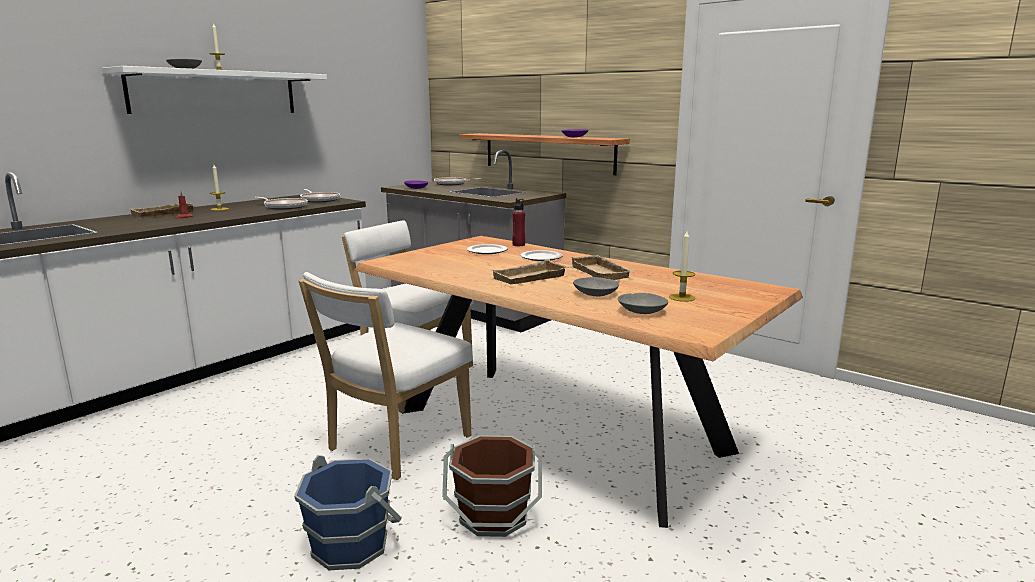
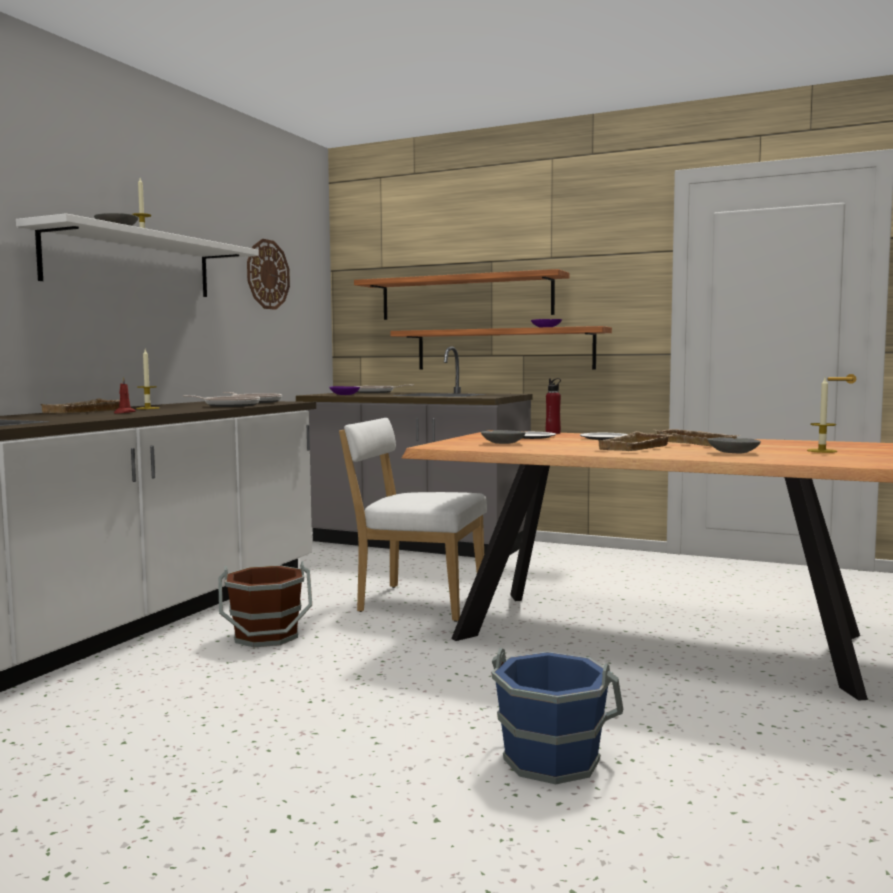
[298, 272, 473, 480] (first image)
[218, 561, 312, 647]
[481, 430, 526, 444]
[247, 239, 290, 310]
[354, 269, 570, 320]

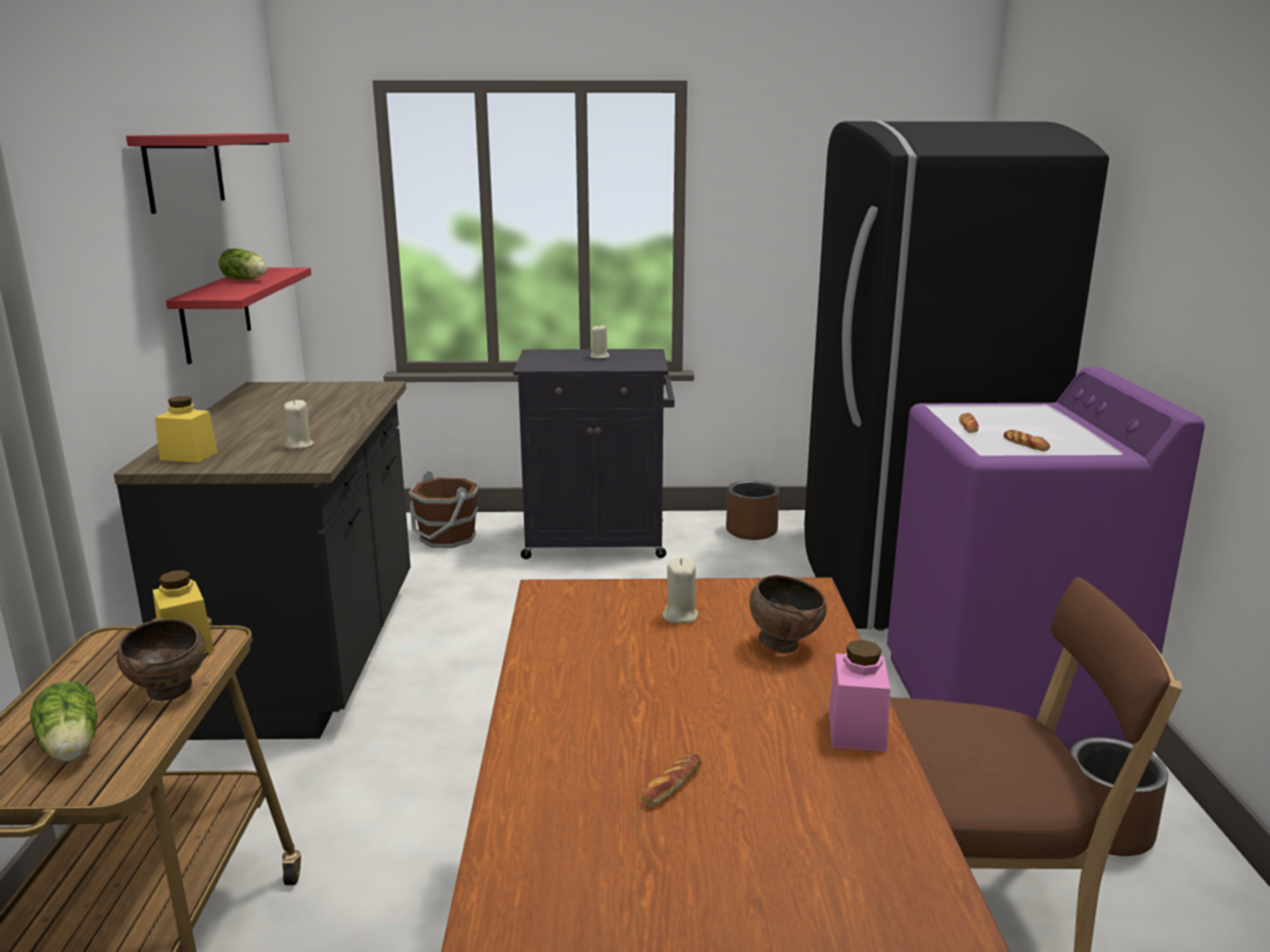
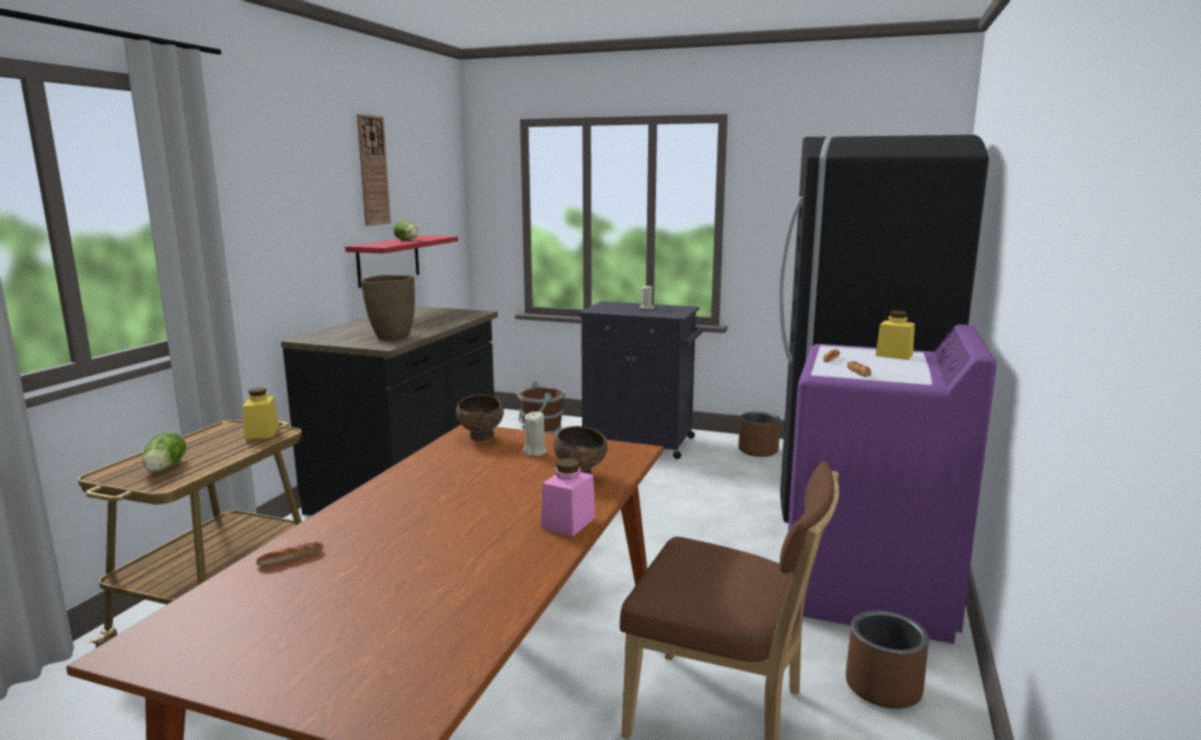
[456, 394, 504, 441]
[357, 114, 391, 226]
[876, 311, 915, 360]
[361, 275, 415, 340]
[256, 542, 323, 566]

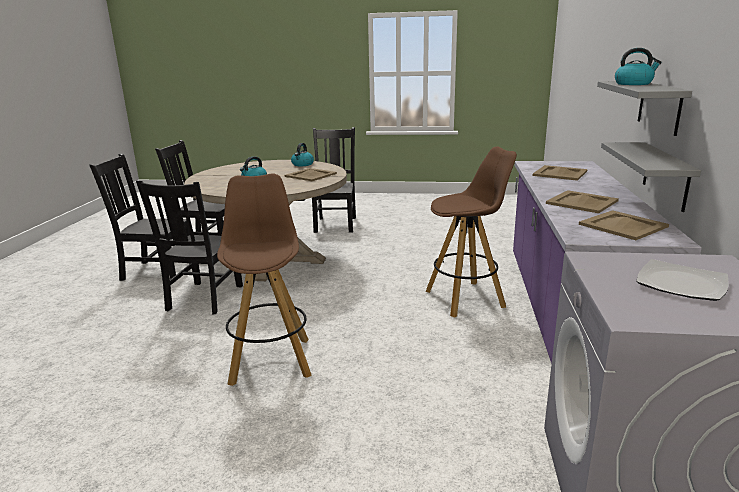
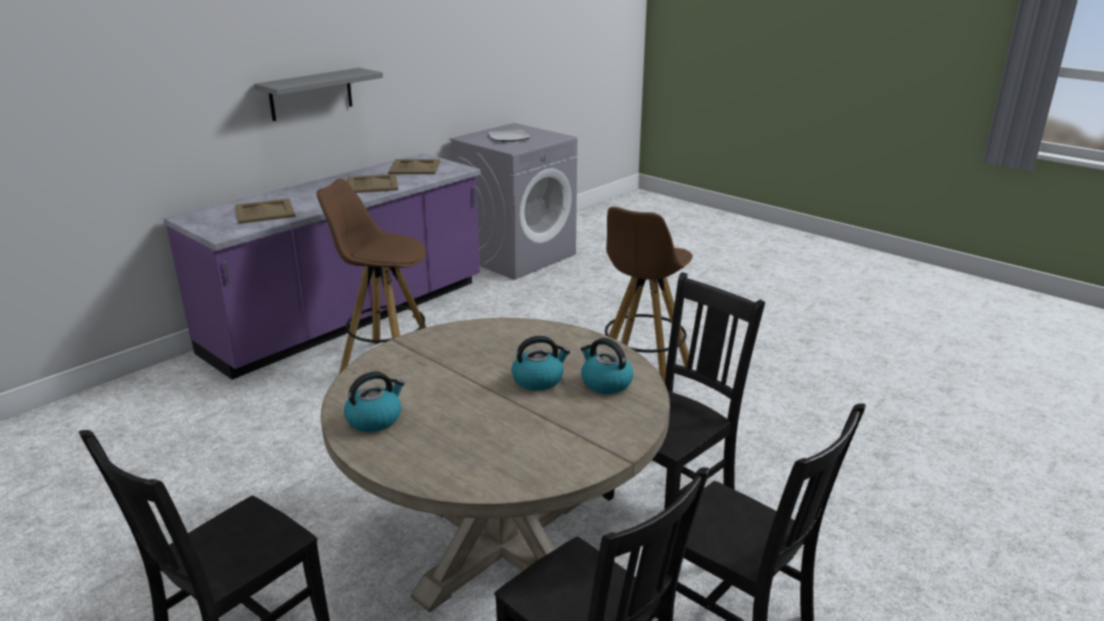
[284, 168, 337, 181] (first image)
[601, 142, 701, 212] (first image)
[581, 338, 633, 394]

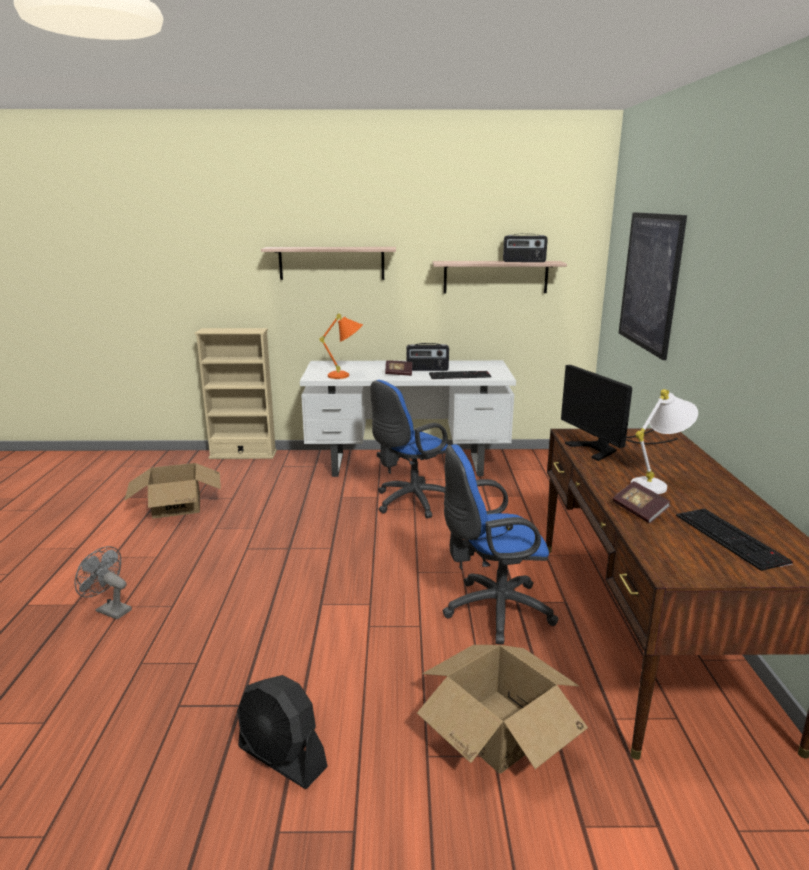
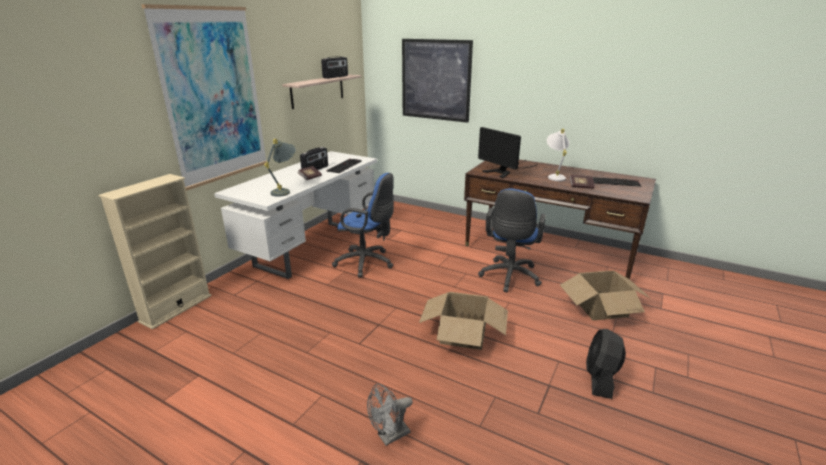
[419, 292, 508, 350]
[586, 329, 626, 399]
[141, 4, 266, 191]
[264, 139, 296, 197]
[332, 173, 394, 278]
[478, 127, 538, 178]

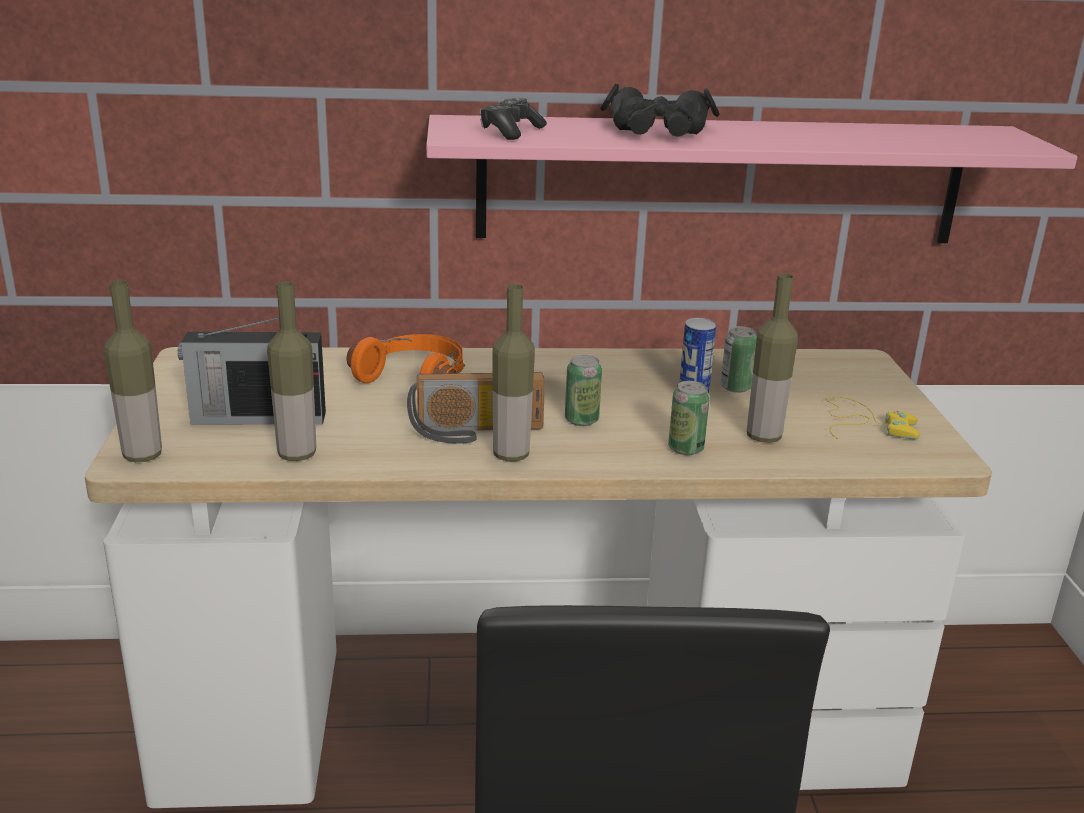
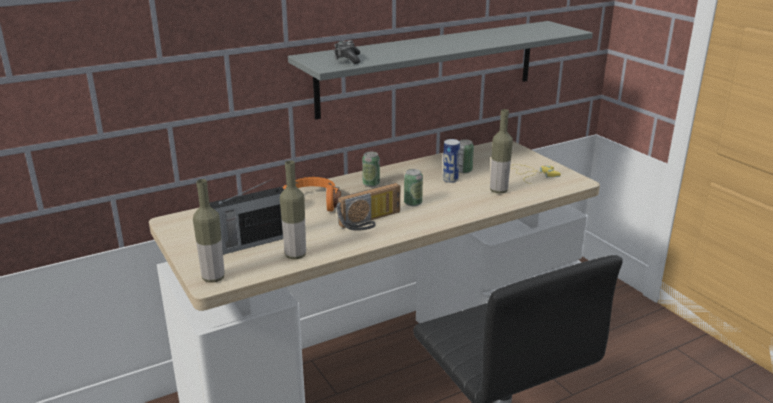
[288, 21, 593, 119]
[493, 284, 535, 461] (first image)
[600, 83, 720, 137] (first image)
[362, 152, 380, 187]

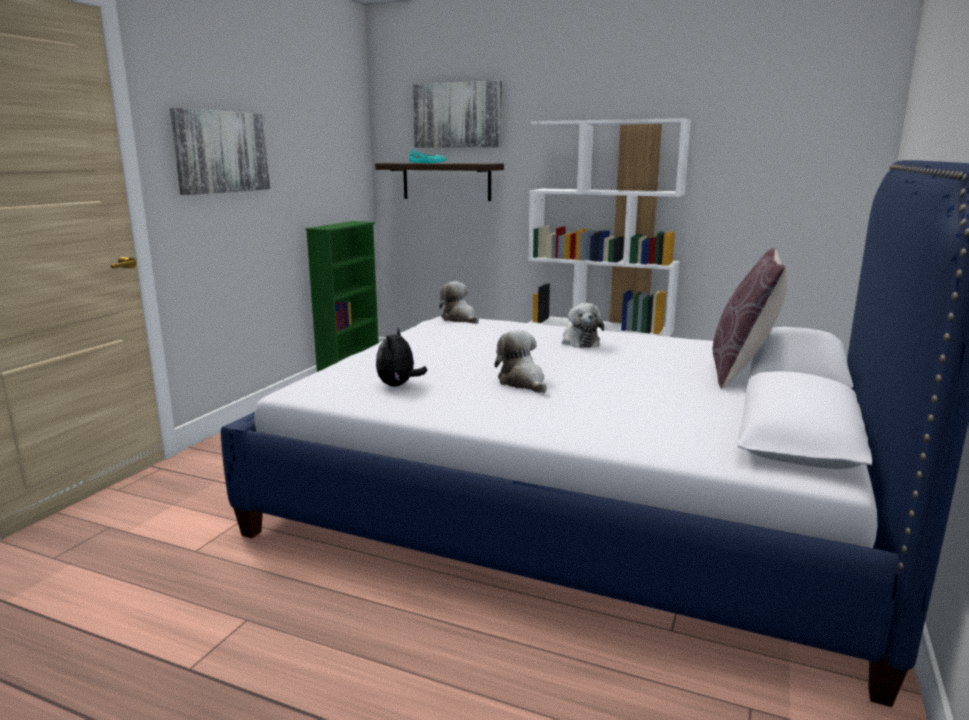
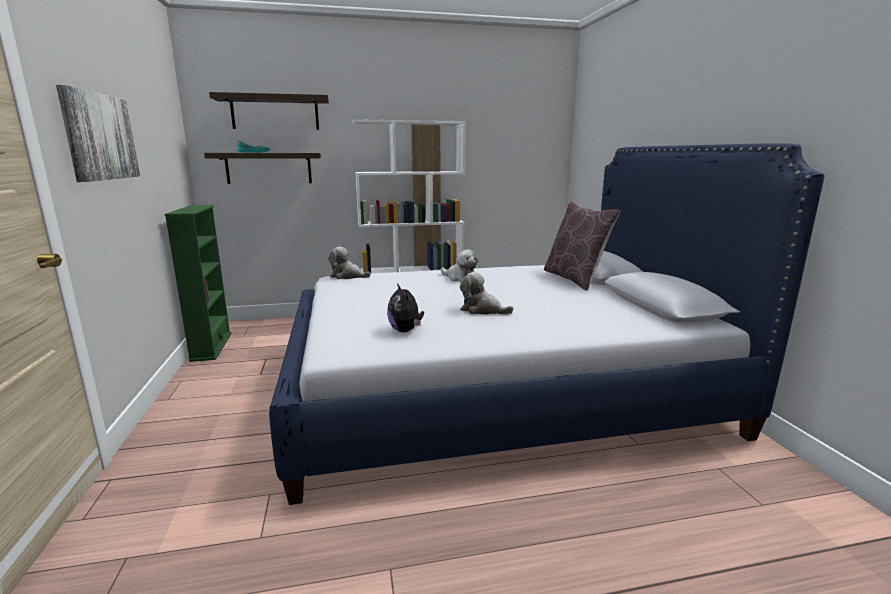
[209, 92, 329, 130]

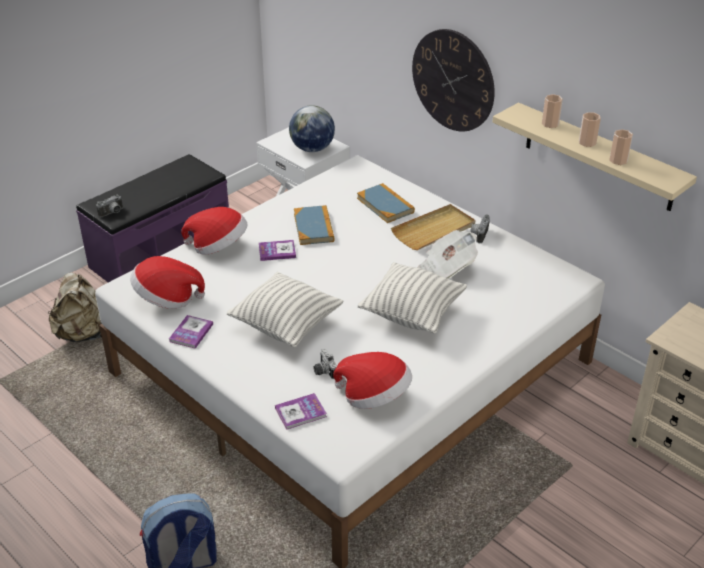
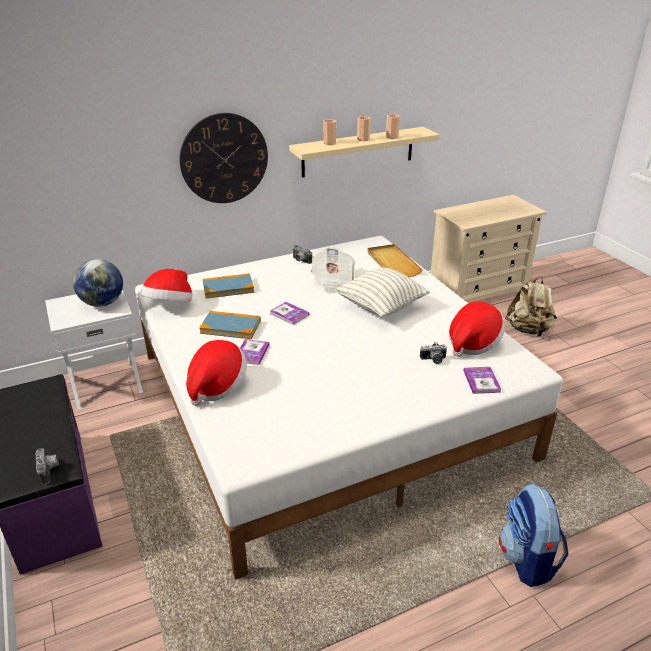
[505, 276, 557, 337]
[141, 269, 192, 301]
[270, 302, 309, 325]
[227, 272, 343, 347] (first image)
[367, 244, 423, 277]

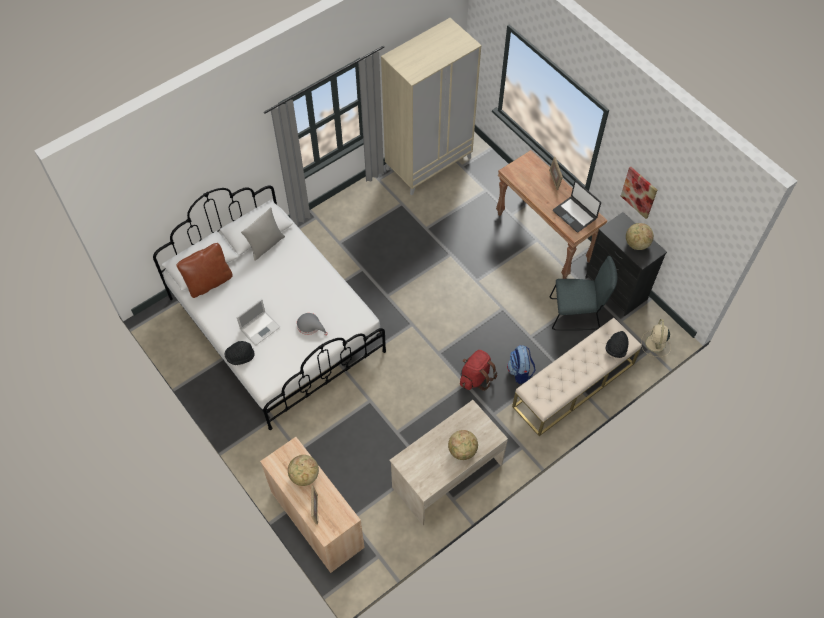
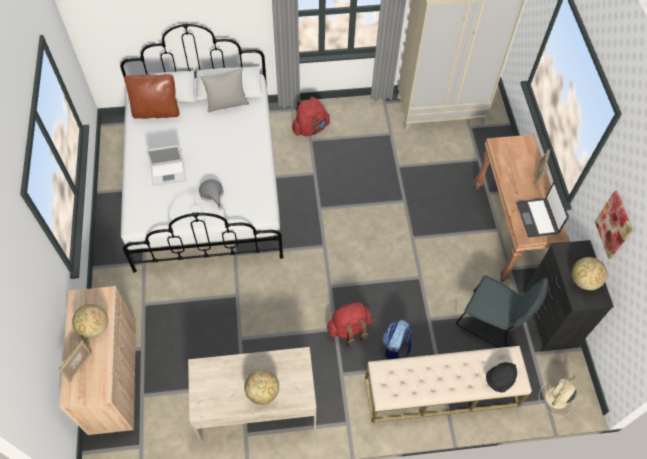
[224, 341, 255, 365] (first image)
[292, 96, 330, 136]

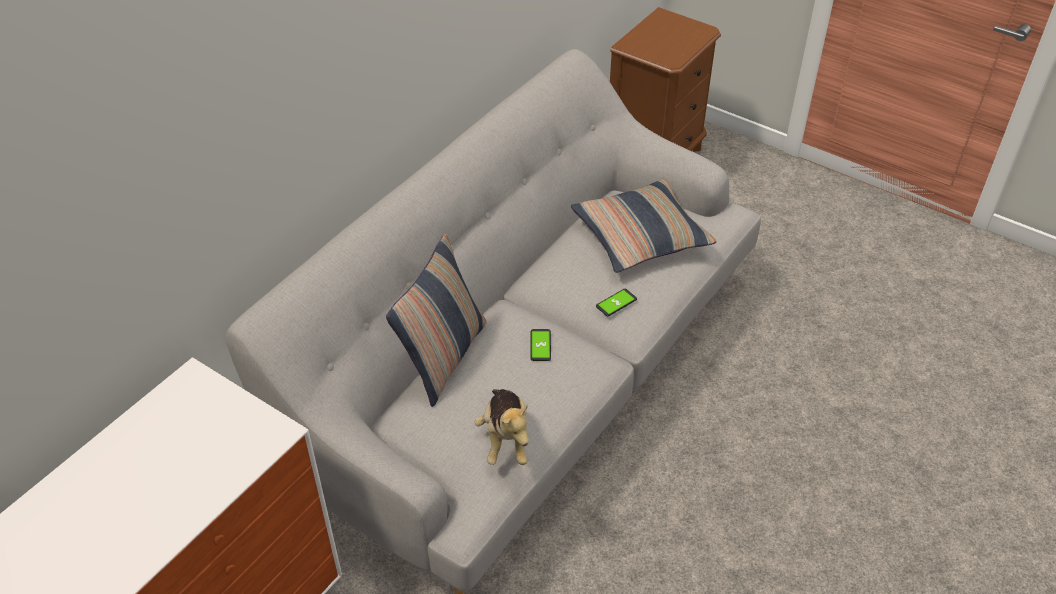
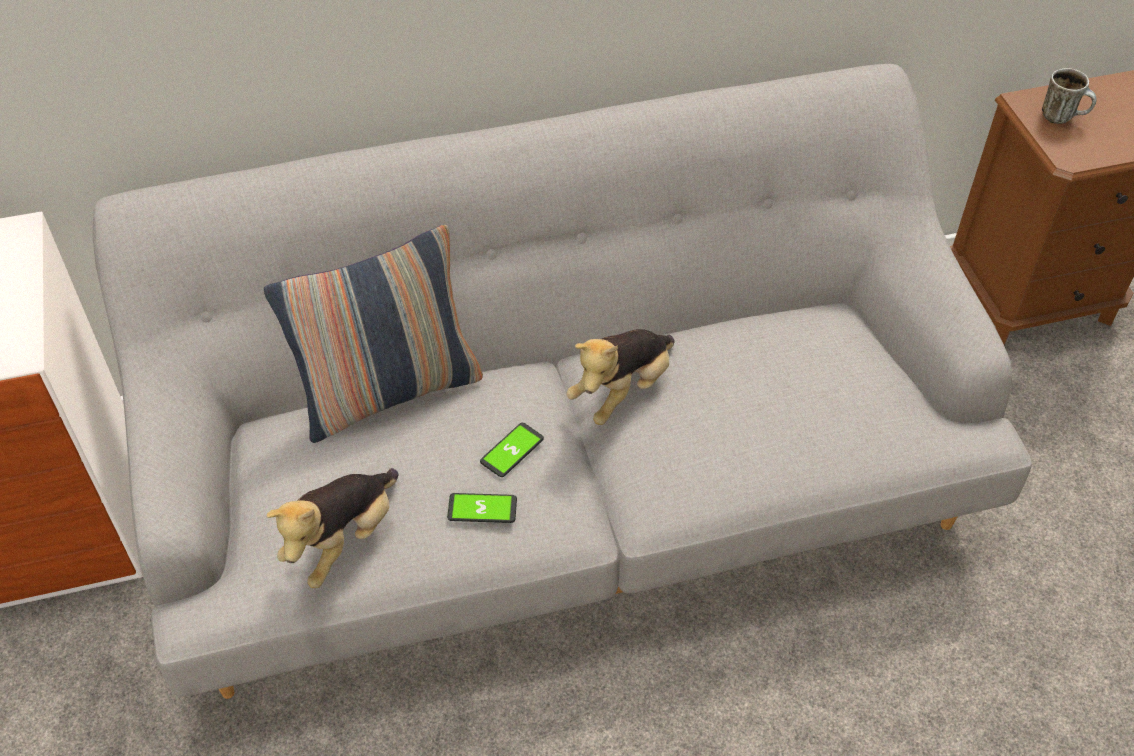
[571, 179, 716, 273] (first image)
[447, 493, 517, 523]
[566, 329, 675, 425]
[1042, 68, 1097, 124]

